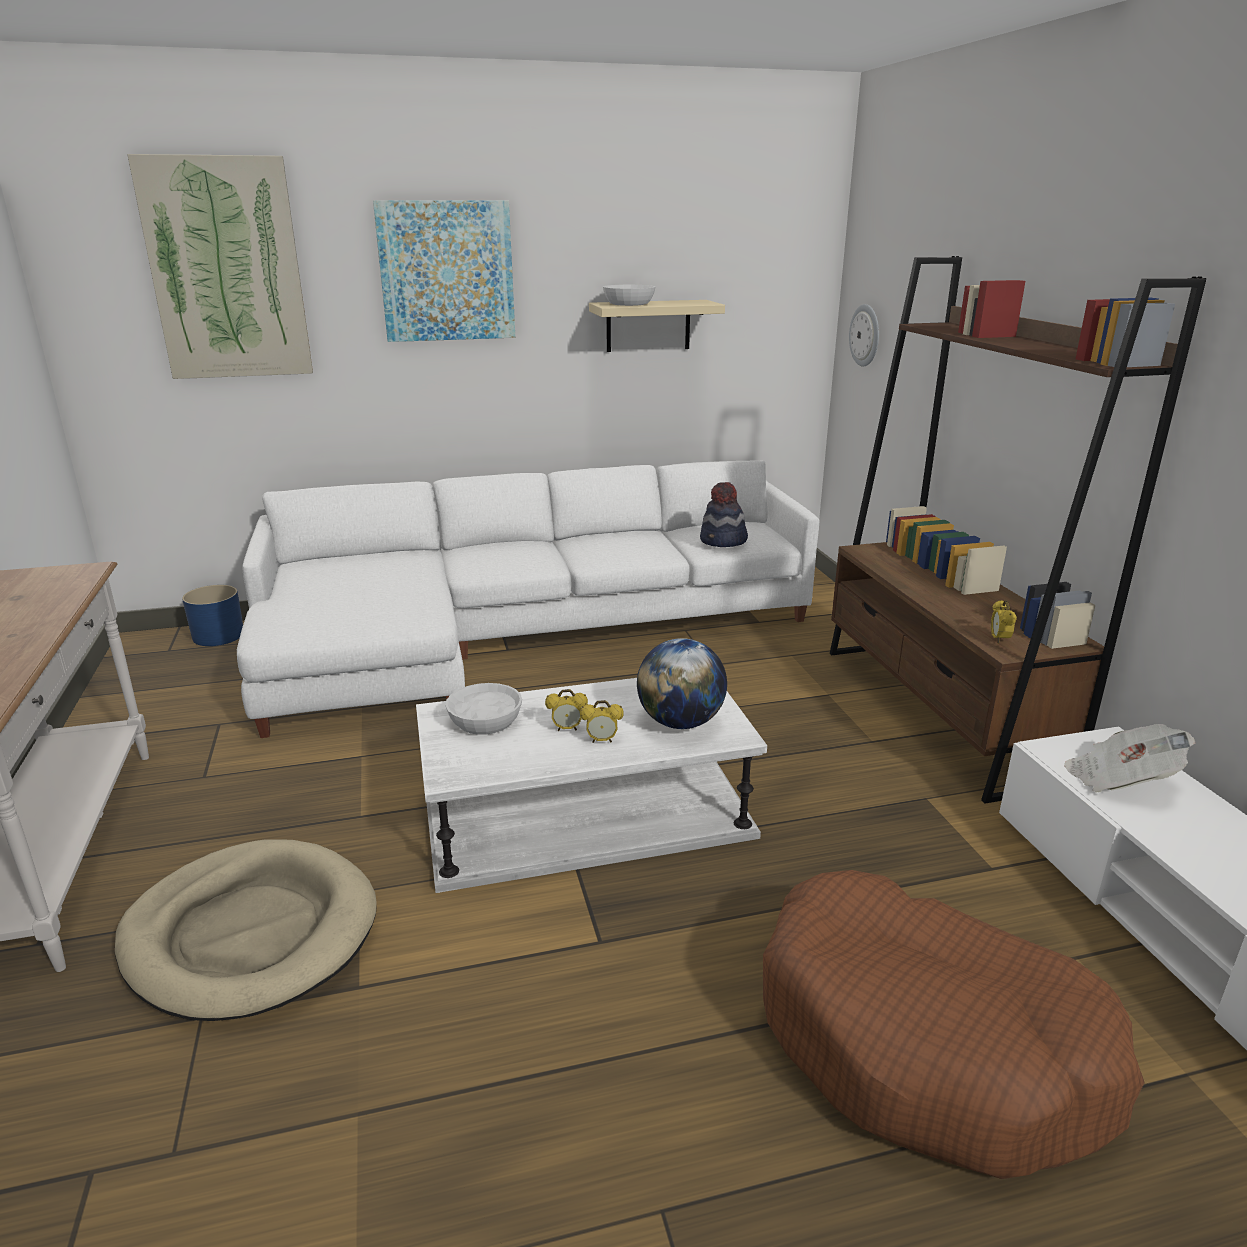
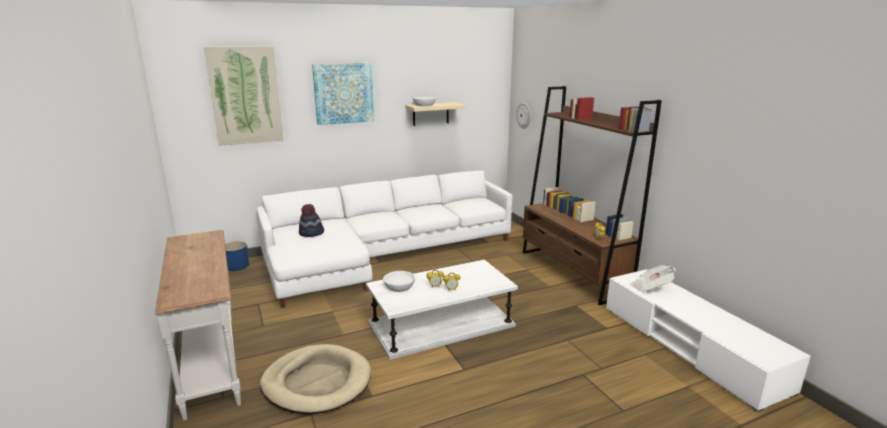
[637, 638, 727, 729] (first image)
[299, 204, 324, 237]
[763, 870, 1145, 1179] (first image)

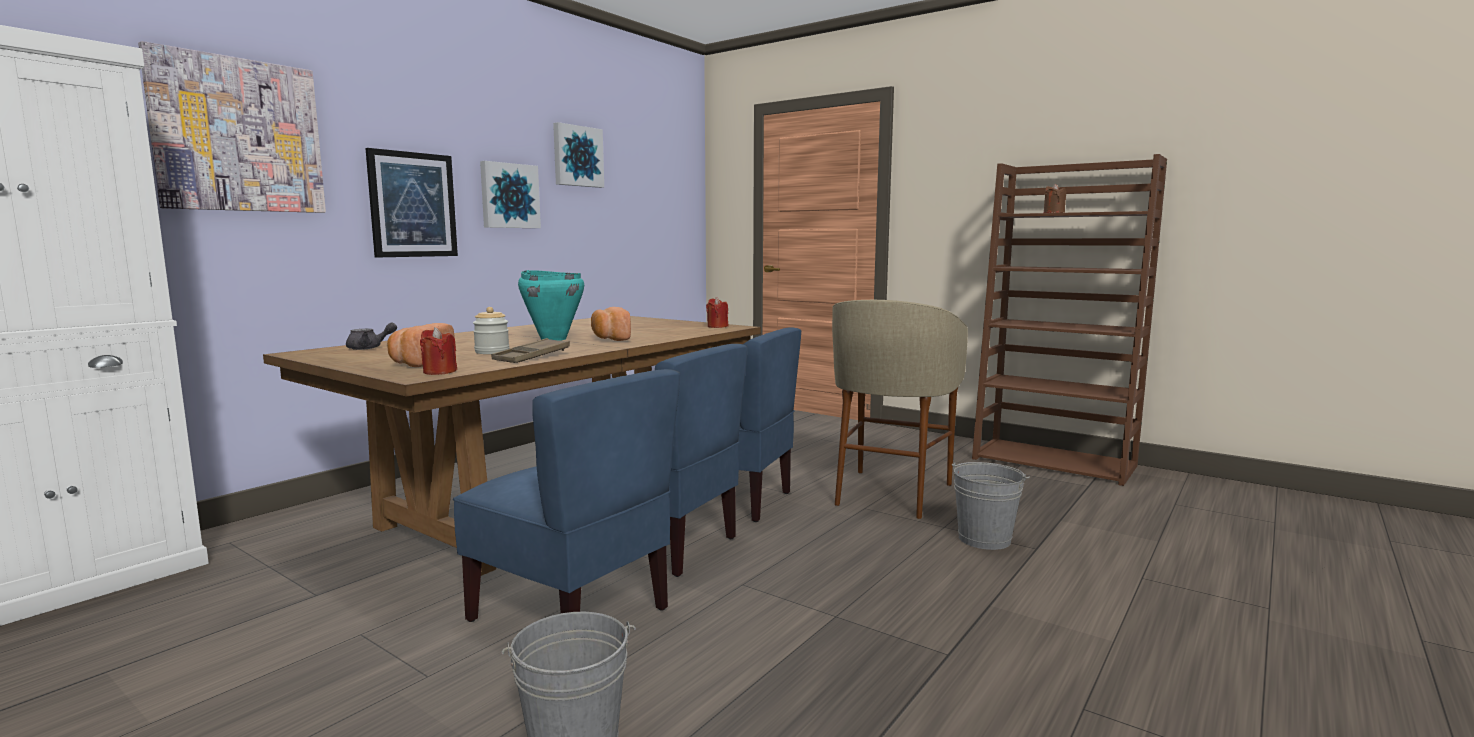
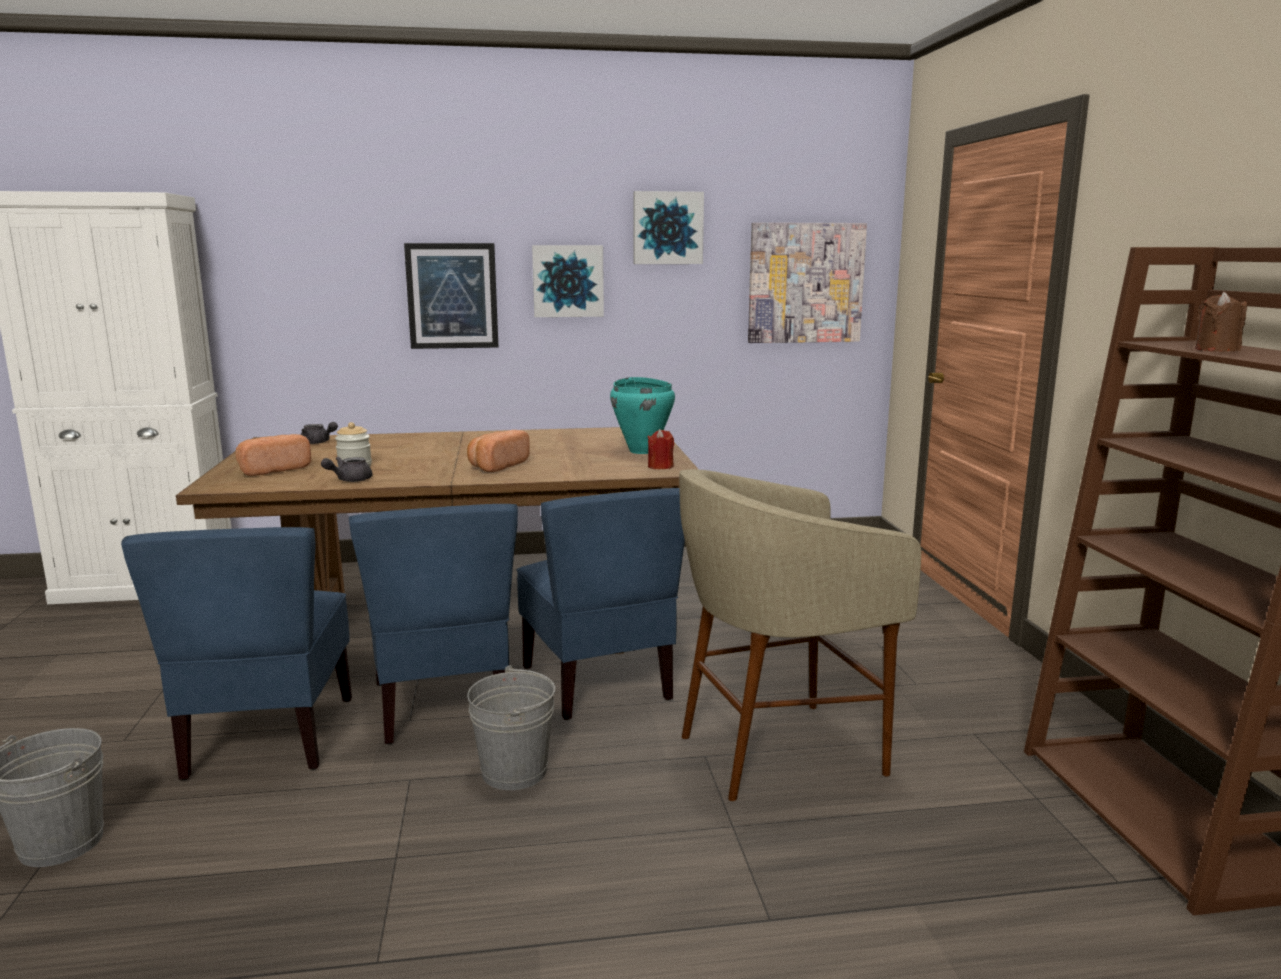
[748, 222, 867, 343]
[420, 327, 457, 375] (first image)
[321, 457, 372, 482]
[610, 377, 675, 454]
[467, 665, 556, 790]

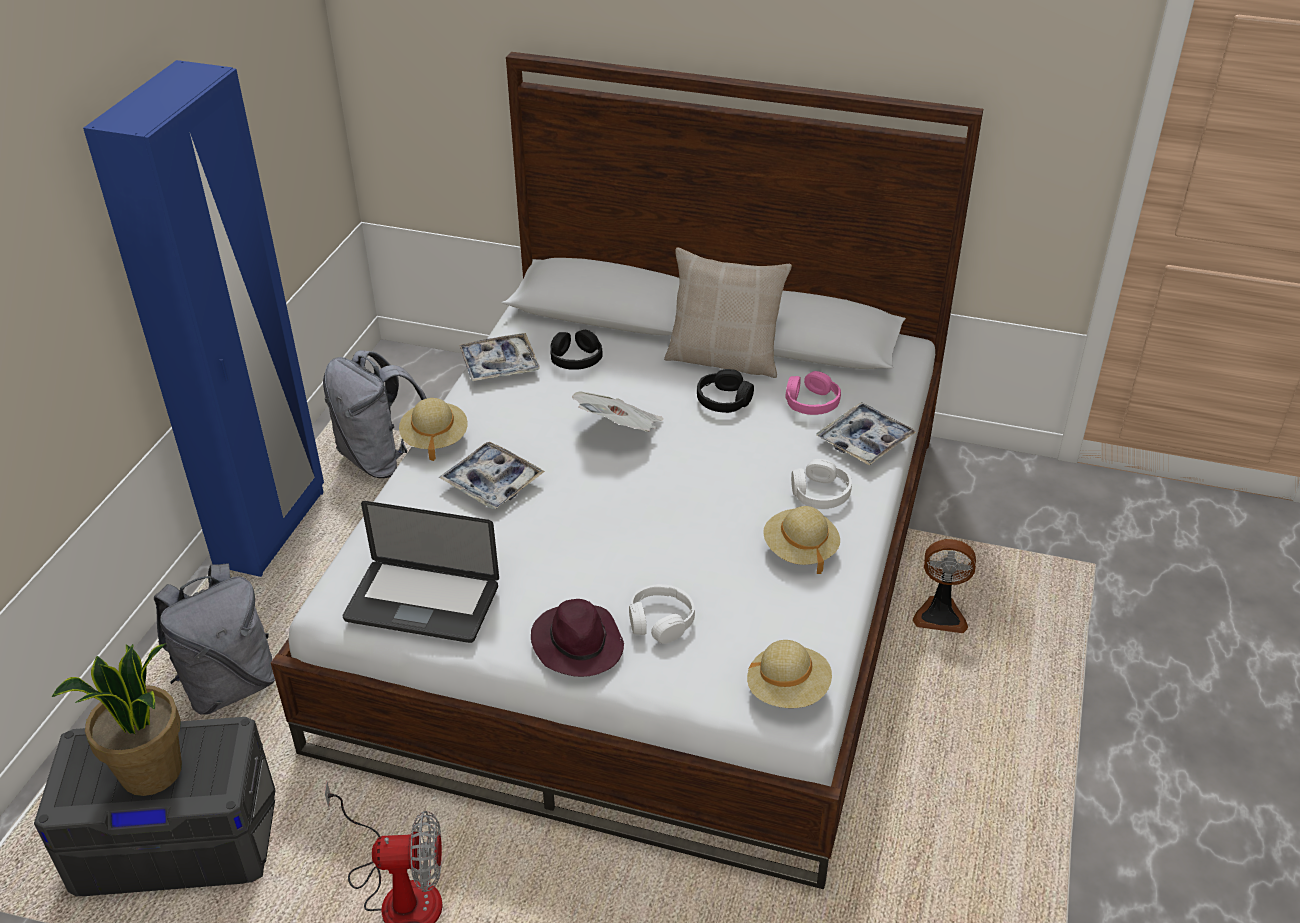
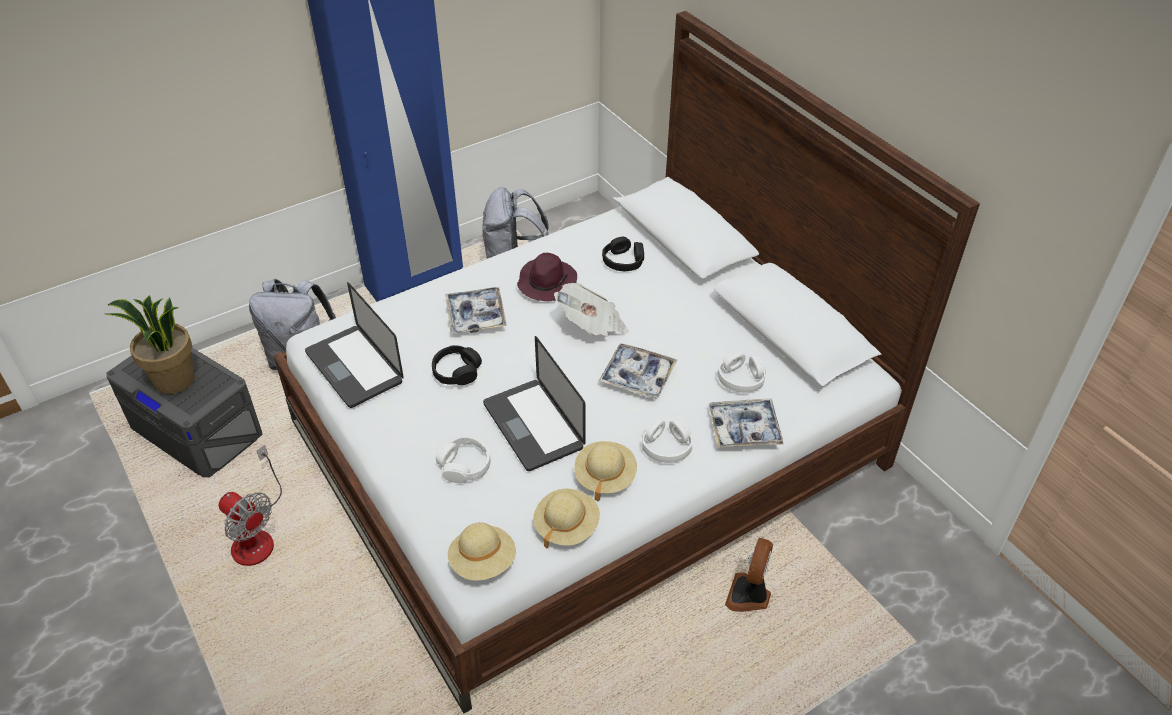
[533, 489, 600, 549]
[599, 343, 677, 399]
[517, 253, 577, 301]
[664, 248, 792, 378] (first image)
[432, 345, 482, 385]
[718, 351, 766, 393]
[725, 538, 773, 612]
[483, 336, 585, 471]

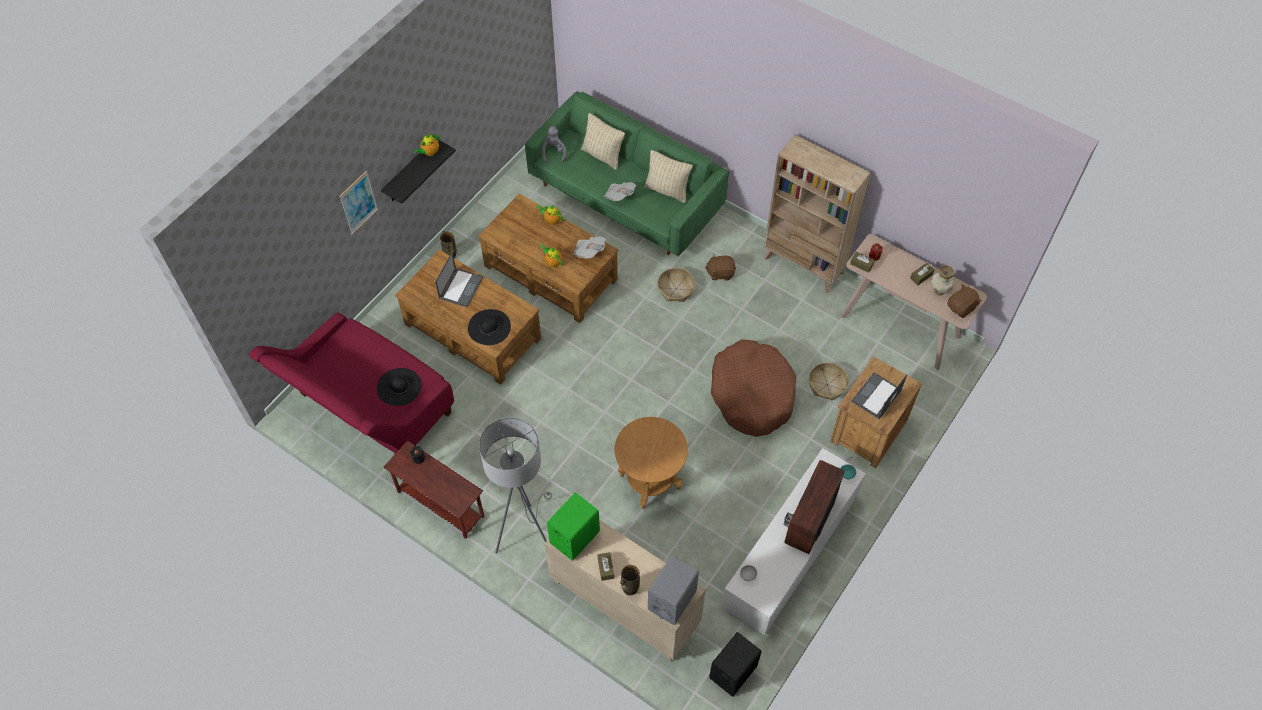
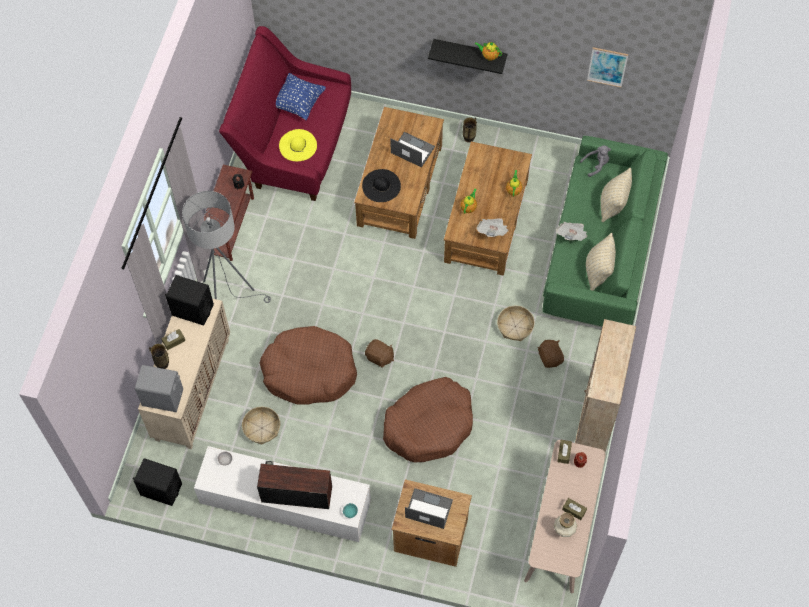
[587, 47, 628, 87]
[279, 129, 317, 161]
[390, 132, 435, 167]
[165, 275, 214, 326]
[260, 326, 357, 405]
[242, 407, 280, 445]
[365, 339, 394, 368]
[276, 73, 326, 120]

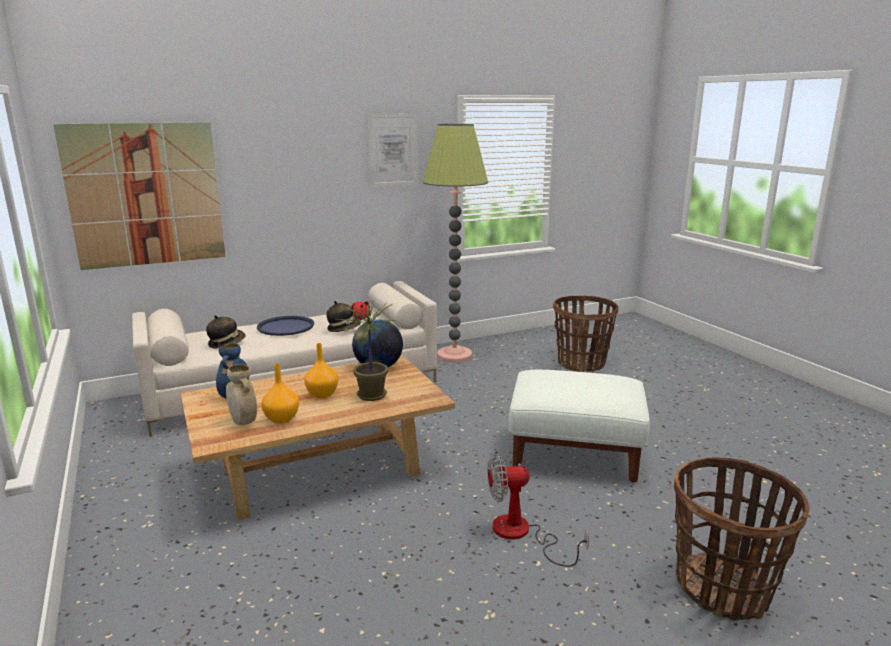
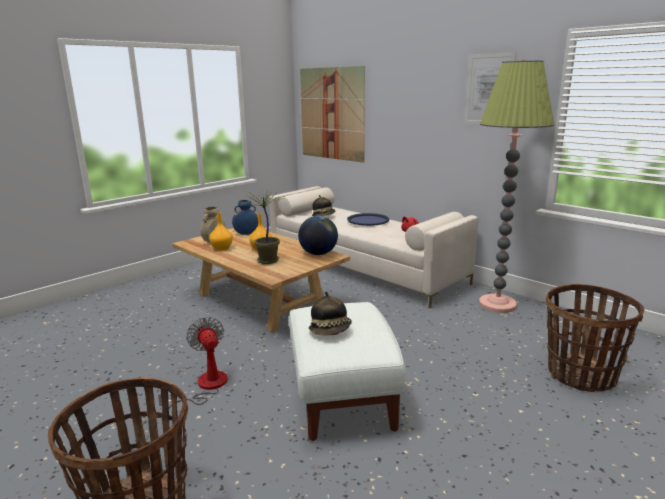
[309, 292, 352, 335]

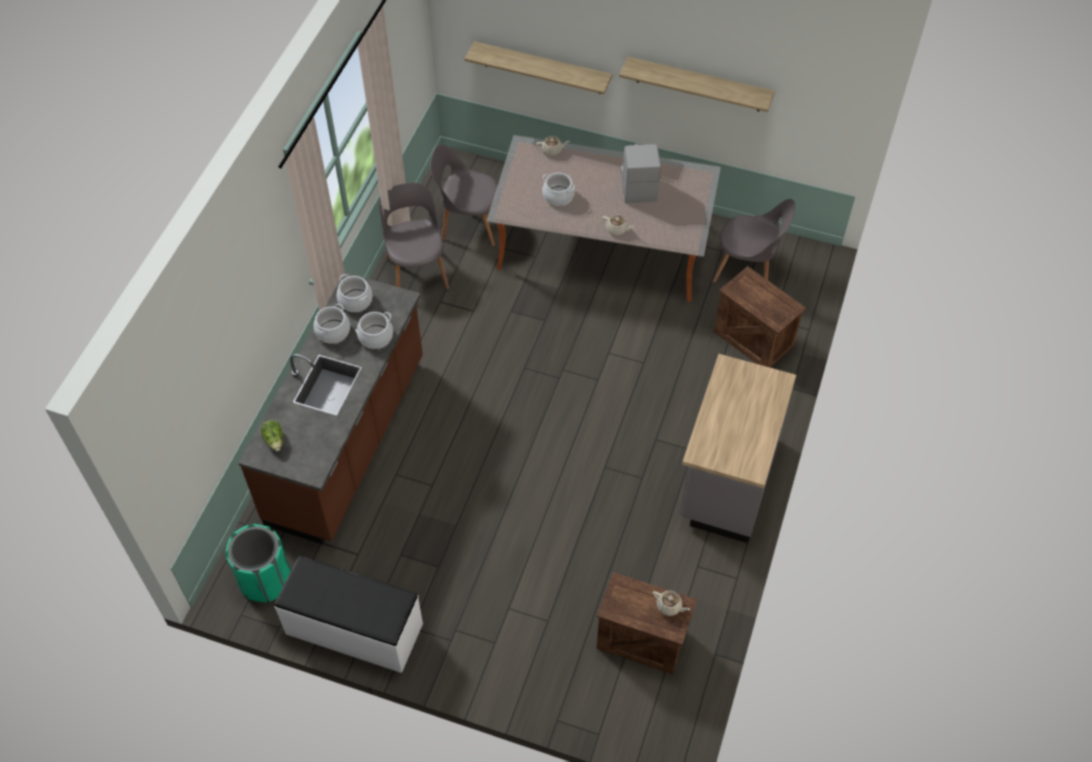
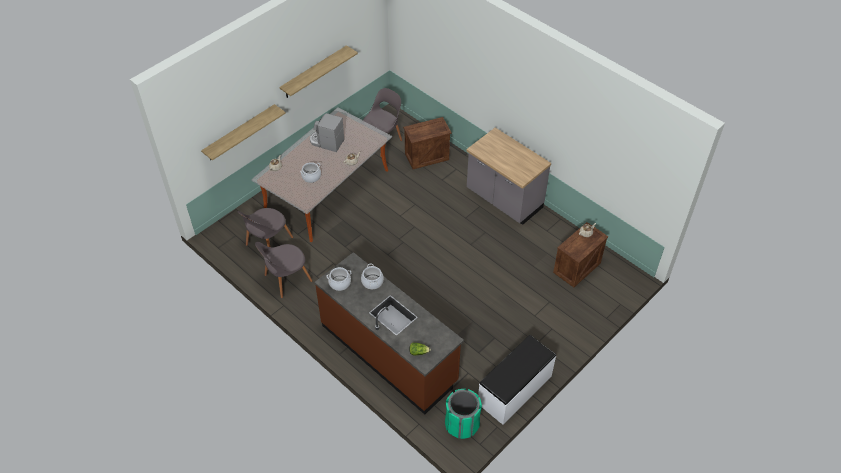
[314, 303, 350, 343] (first image)
[255, 242, 313, 298]

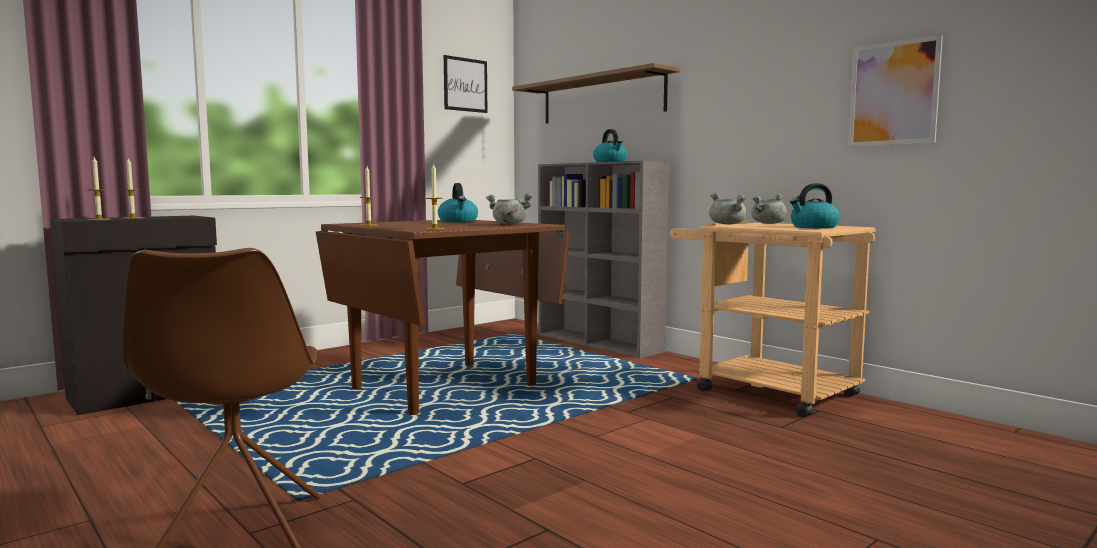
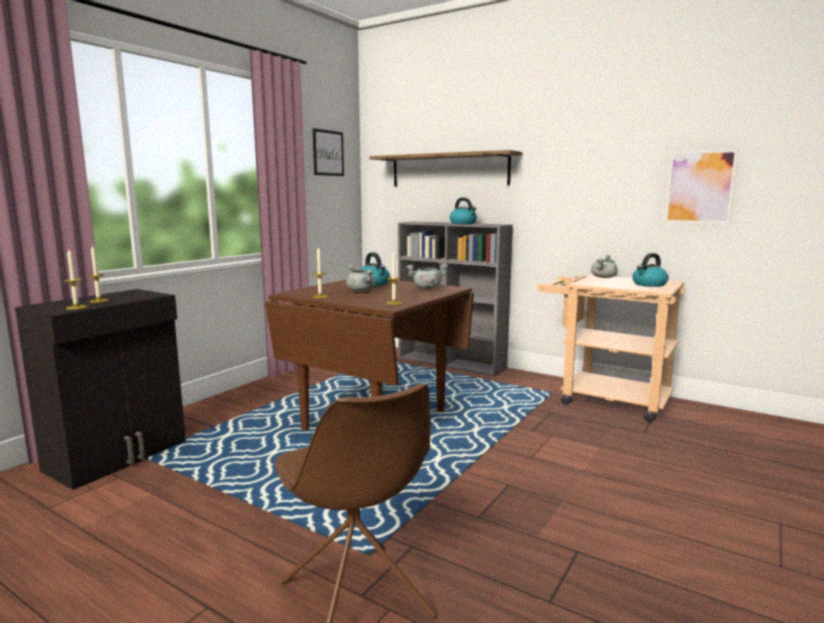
[346, 264, 376, 292]

